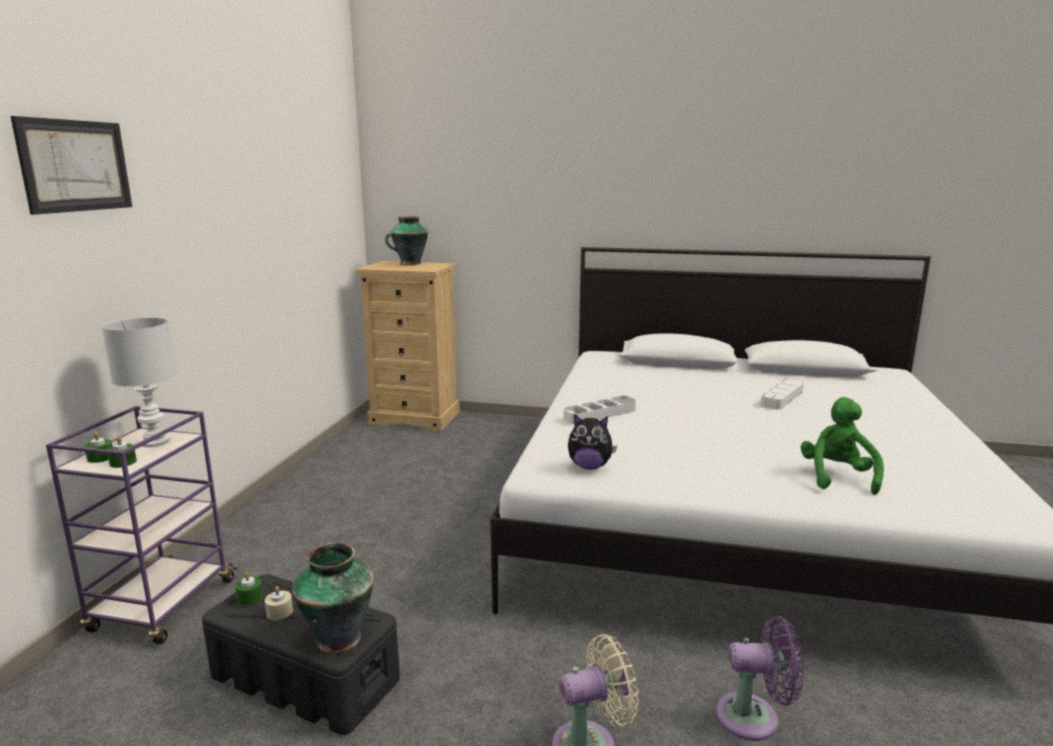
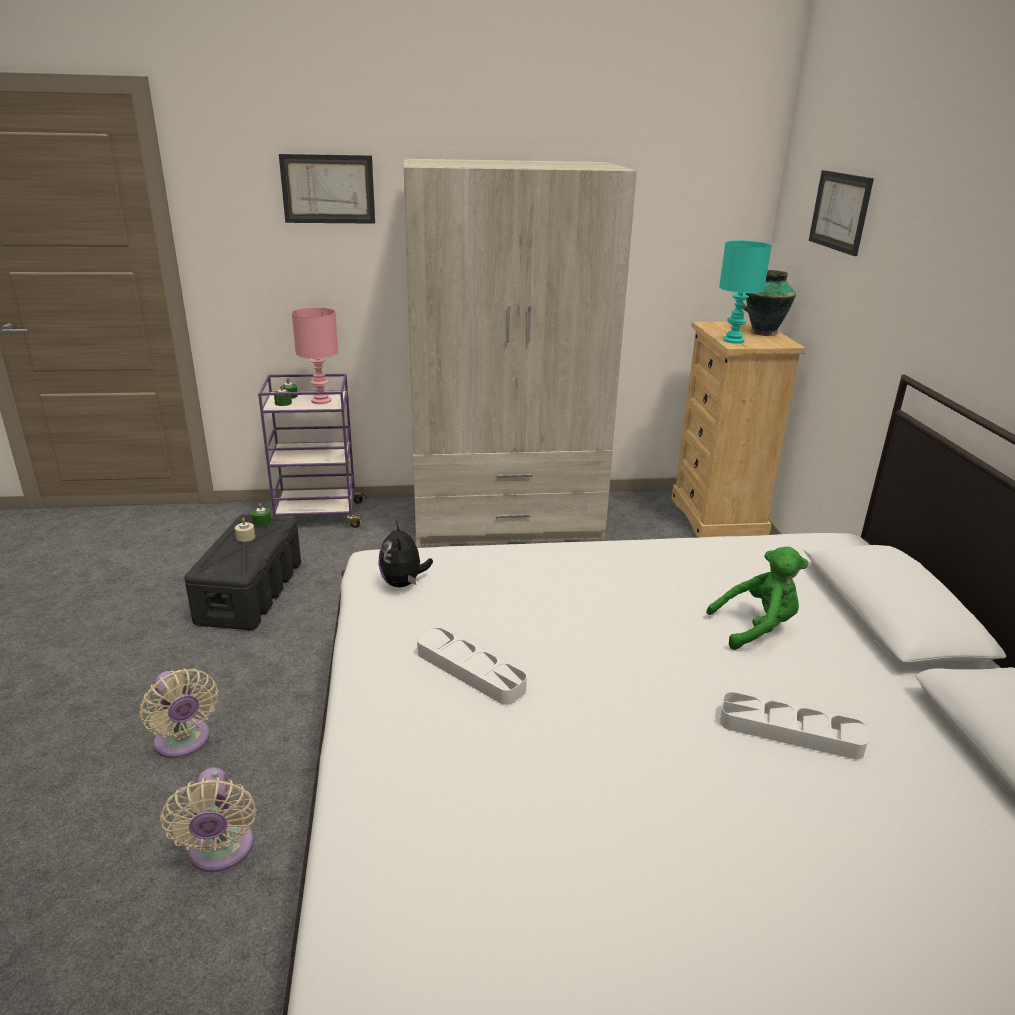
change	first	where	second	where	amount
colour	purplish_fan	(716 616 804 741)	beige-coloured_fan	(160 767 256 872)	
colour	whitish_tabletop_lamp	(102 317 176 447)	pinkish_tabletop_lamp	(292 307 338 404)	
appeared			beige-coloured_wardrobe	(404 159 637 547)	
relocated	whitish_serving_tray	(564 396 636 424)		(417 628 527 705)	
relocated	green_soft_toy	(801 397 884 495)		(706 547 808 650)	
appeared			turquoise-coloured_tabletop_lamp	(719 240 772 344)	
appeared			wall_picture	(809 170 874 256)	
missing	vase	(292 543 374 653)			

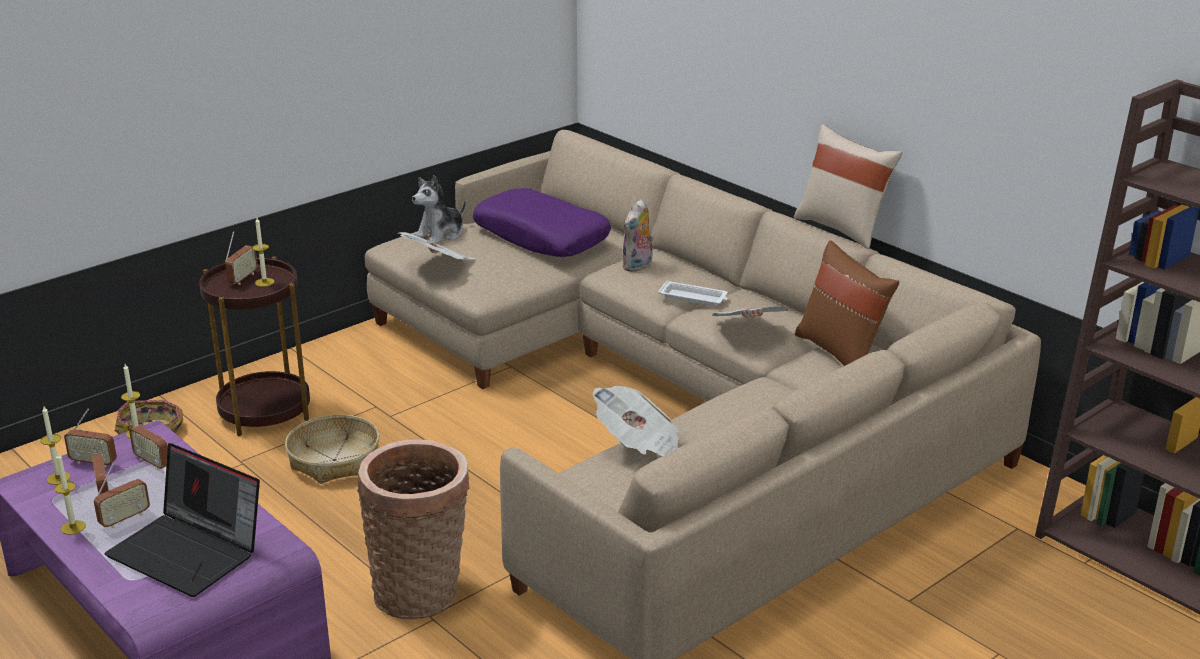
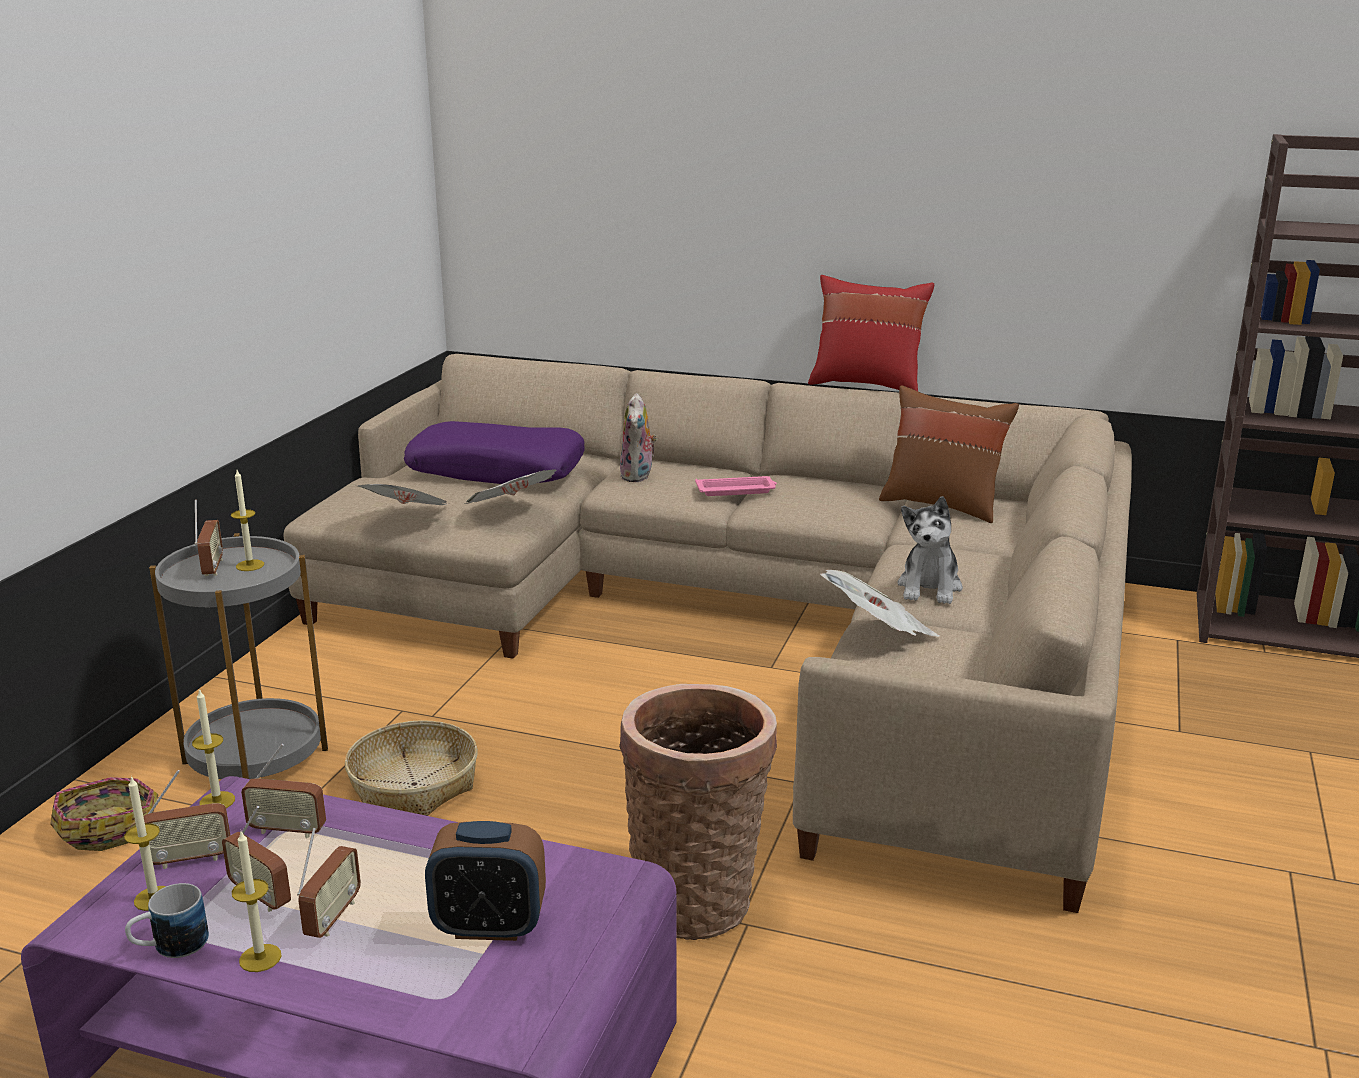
change	first	where	second	where	amount
appeared			tea_mug	(125 883 209 958)	
colour	brownish_accent_table	(199 256 310 436)	grey_accent_table	(149 533 328 779)	
exchanged	laptop	(105 443 260 597)	table_clock	(425 821 546 941)	
relocated	newspaper	(712 307 788 320)		(465 469 557 504)	
colour	whitish_serving_tray	(658 280 728 306)	pinkish_serving_tray	(695 476 777 496)	
colour	beige-coloured_pillow	(794 124 902 249)	red_pillow	(808 275 934 391)	
relocated	soft_toy	(412 175 466 244)		(898 496 963 604)	

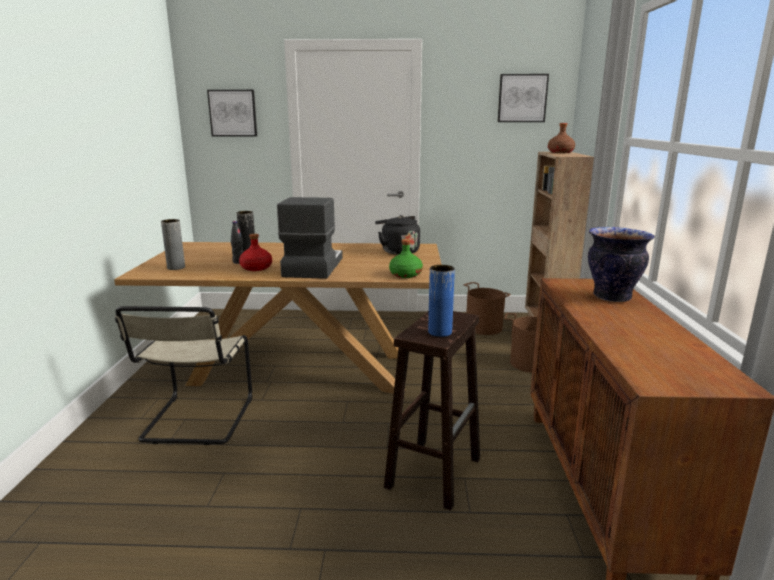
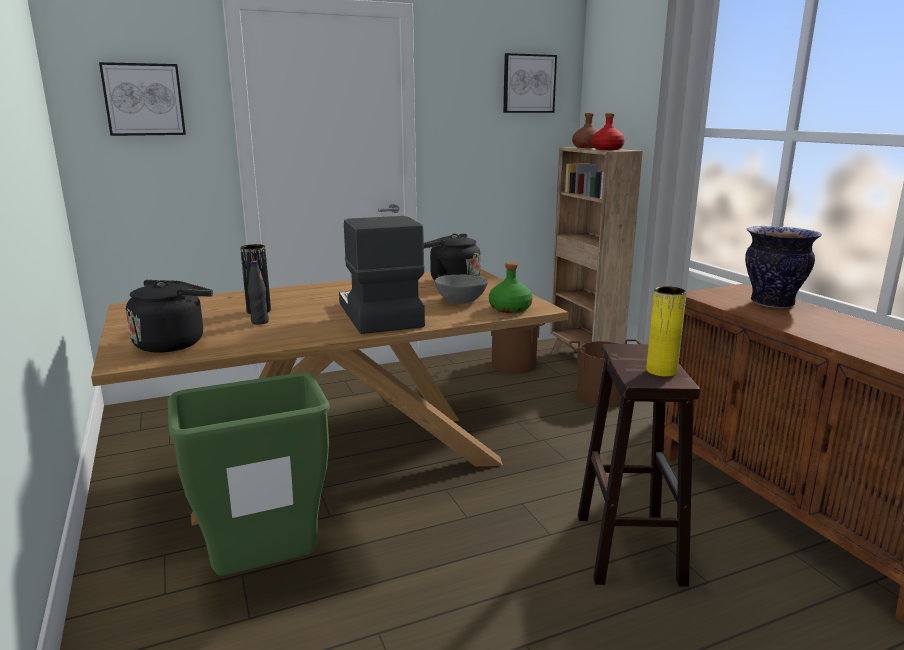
change	first	where	second	where	amount
exchanged	grey_vase	(161 219 185 270)	blackish_water_kettle	(126 280 213 353)	
exchanged	beige-coloured_plain_chair	(115 306 252 445)	green_trash_can	(168 373 330 576)	
appeared			grey_deep_dish	(435 275 488 304)	
relocated	red_beverage_bottle	(239 234 272 271)		(592 113 625 150)	
colour	blue_vase	(428 265 455 337)	yellow_vase	(646 286 687 377)	

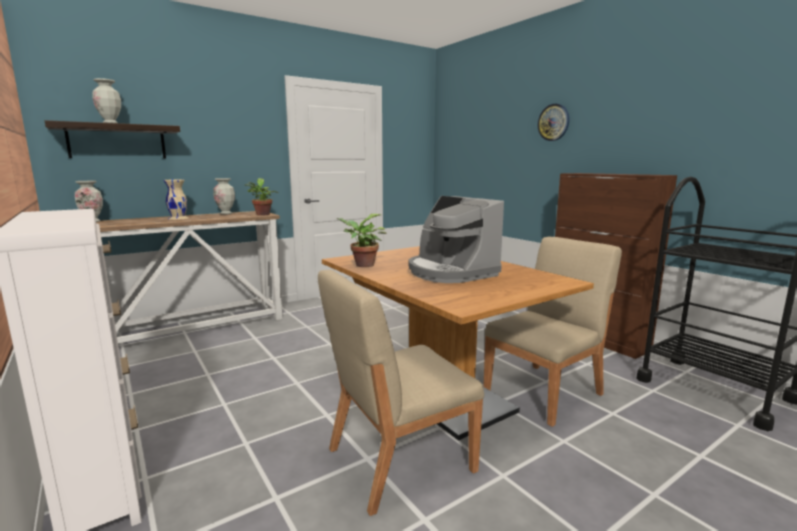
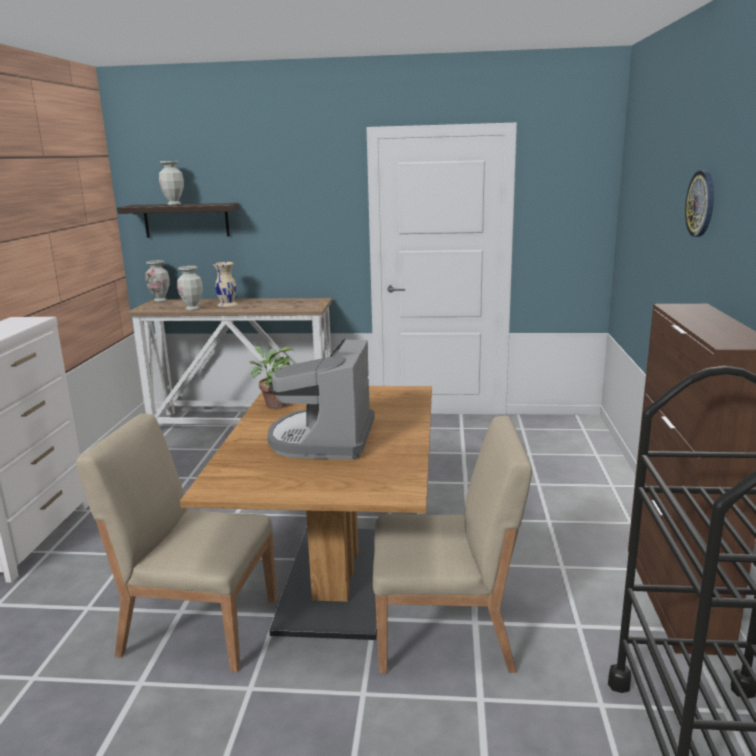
change	first	where	second	where	amount
relocated	vase	(213 178 235 215)		(177 266 203 311)	
missing	potted_plant	(244 178 278 215)			

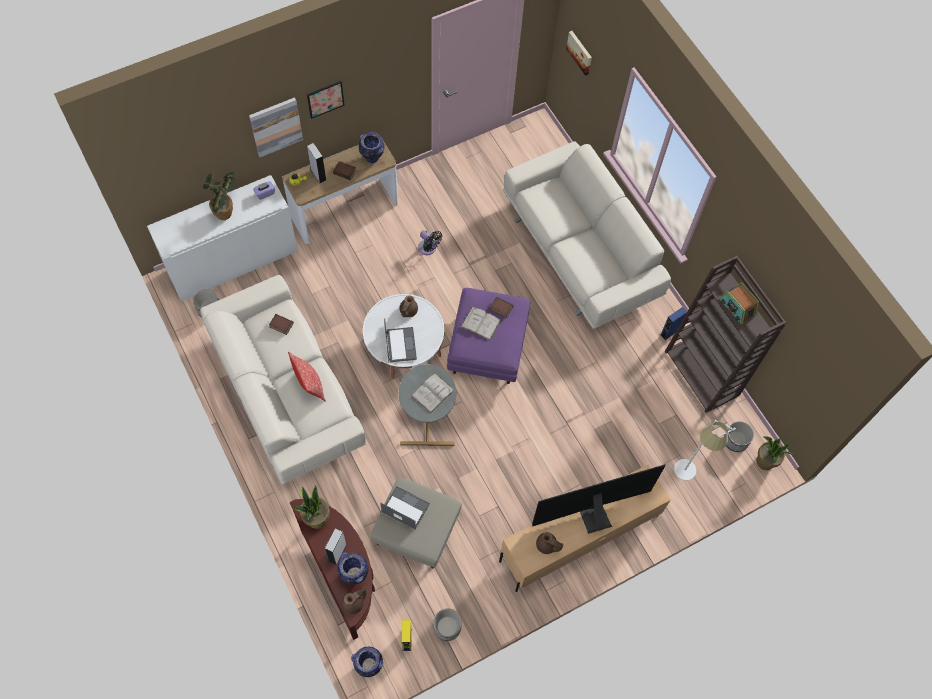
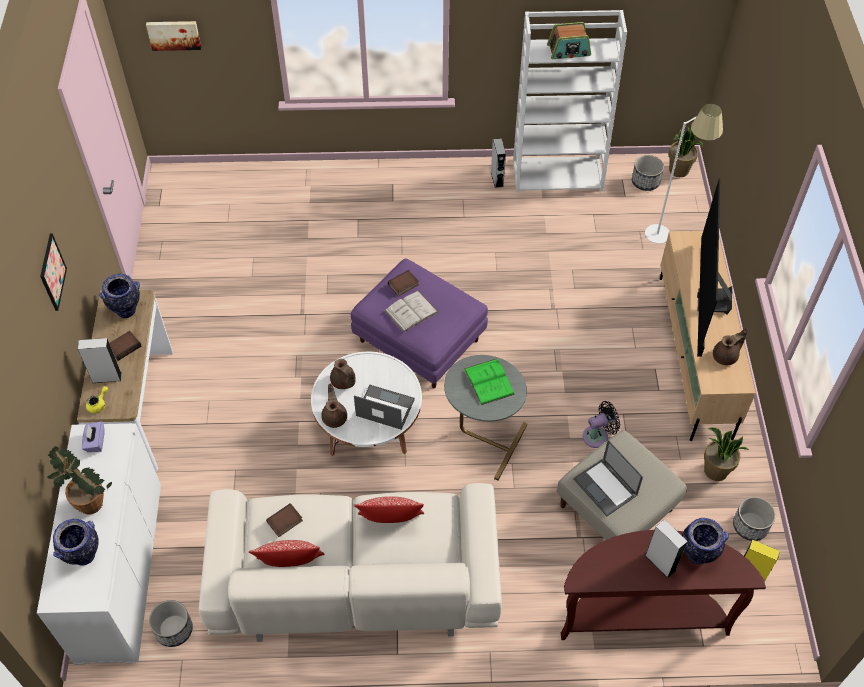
change	first	where	second	where	amount
relocated	vase	(351 647 383 677)		(53 519 99 566)	
appeared			pillow	(248 540 325 567)	
relocated	brownish_teapot	(341 587 367 614)		(321 383 347 428)	
colour	whitish_volume	(411 373 454 413)	green_volume	(464 358 515 405)	
colour	blue_loudspeaker	(661 307 687 340)	grey_loudspeaker	(491 138 506 188)	
colour	brownish_bookshelf	(665 256 786 413)	whitish_bookshelf	(513 10 627 193)	
spun	laptop	(380 486 430 530)		(573 440 643 516)	90 degrees counterclockwise
relocated	blackish_fan	(418 230 442 255)		(583 401 620 448)	
relocated	potted_plant	(293 485 330 529)		(704 427 749 481)	
missing	wall_picture	(249 97 303 157)			
missing	beige-coloured_settee	(503 141 671 329)			

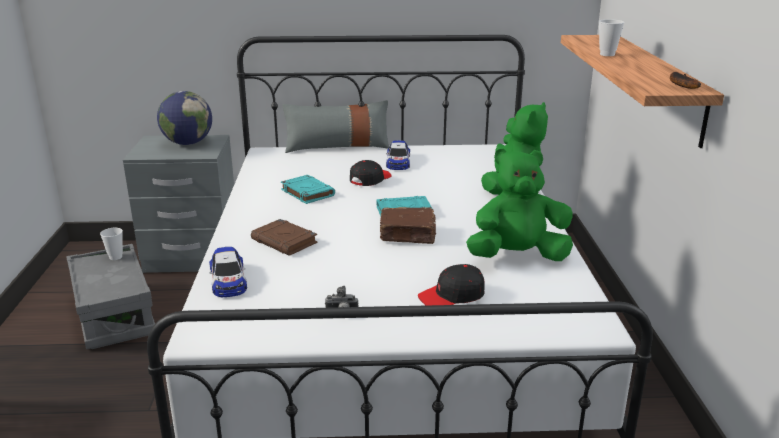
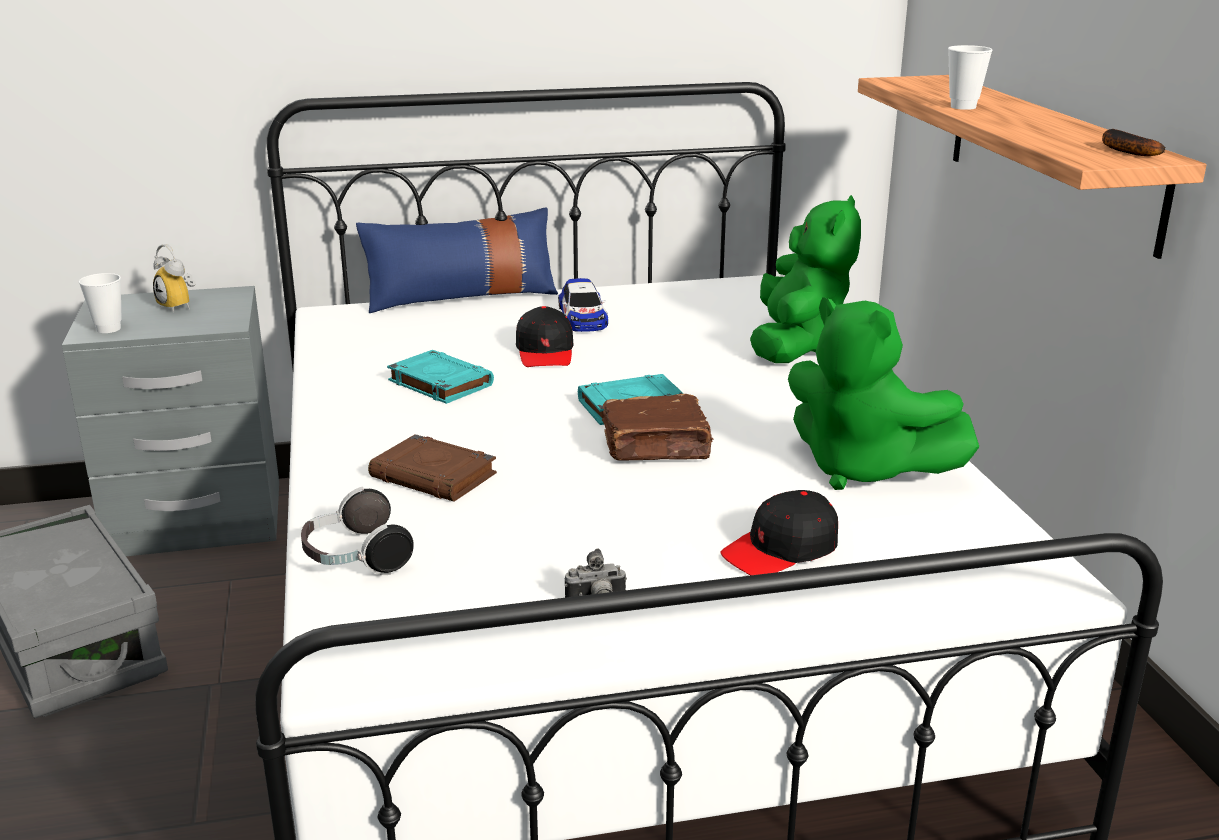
change	first	where	second	where	amount
relocated	small_cup	(100 228 123 260)		(79 273 121 333)	
exchanged	world_globe	(157 91 212 145)	table_clock	(153 244 196 312)	
exchanged	miniature_car	(209 247 247 297)	headset	(301 487 414 575)	
colour	grey_pillow	(282 100 389 153)	blue_pillow	(356 207 558 313)	
spun	blackish_peaked_cap	(350 160 391 186)		(516 306 574 367)	150 degrees clockwise
spun	green_soft_toy	(466 148 573 261)		(788 297 979 490)	120 degrees counterclockwise

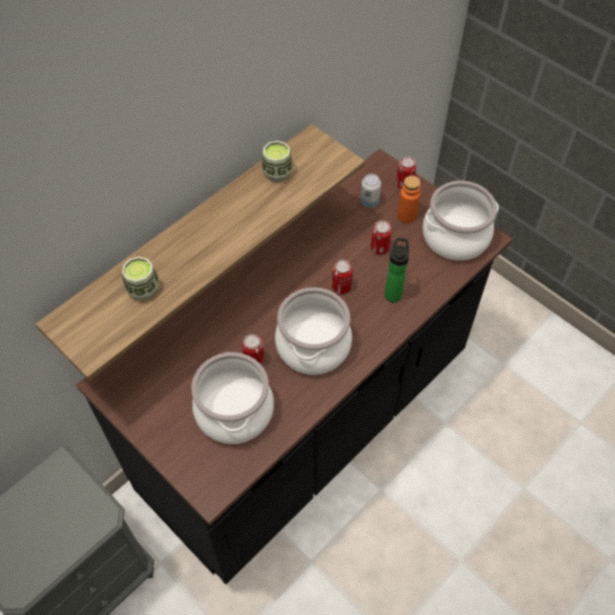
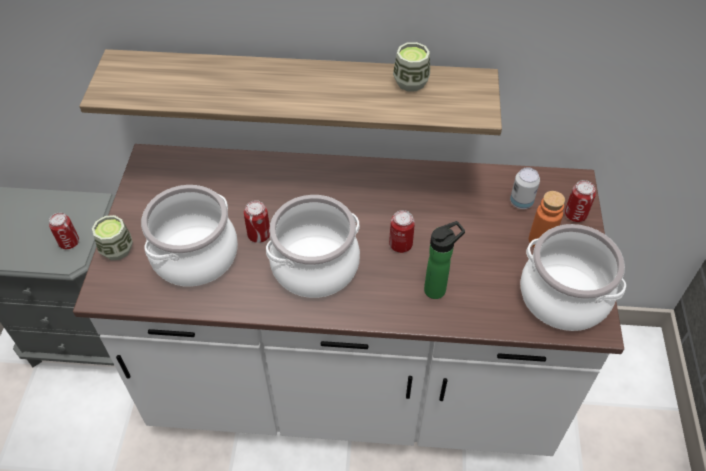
change	first	where	second	where	amount
relocated	can	(371 221 392 255)		(49 213 79 249)	
colour	blackish_kitchen_counter	(76 149 512 584)	whitish_kitchen_counter	(73 144 624 456)	
relocated	small_cup	(122 256 159 301)		(92 215 133 260)	

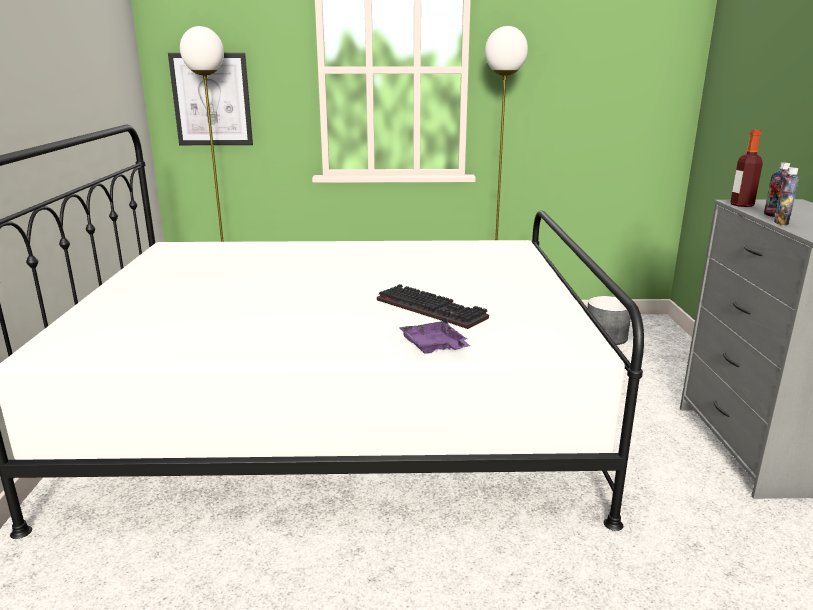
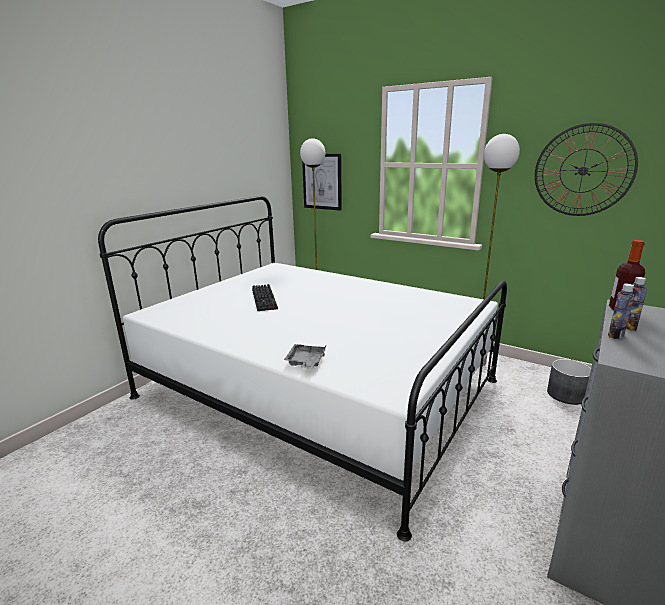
change	first	where	second	where	amount
relocated	PC_keyboard	(377 284 489 329)		(252 284 278 311)	
colour	purplish_serving_tray	(399 317 470 354)	grey_serving_tray	(284 344 326 368)	
appeared			clock_on_the_wall	(535 123 638 216)	

